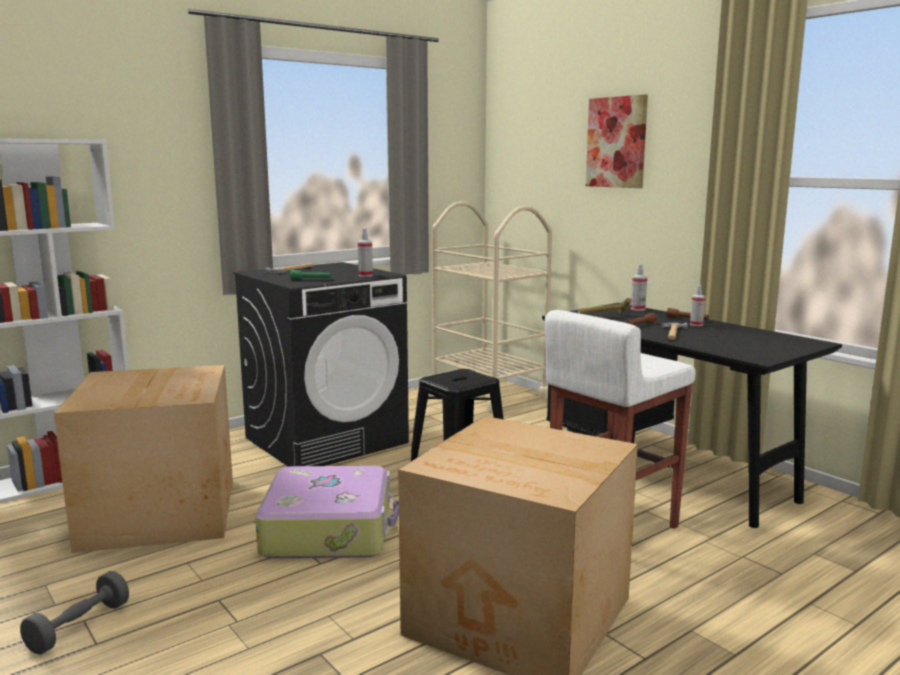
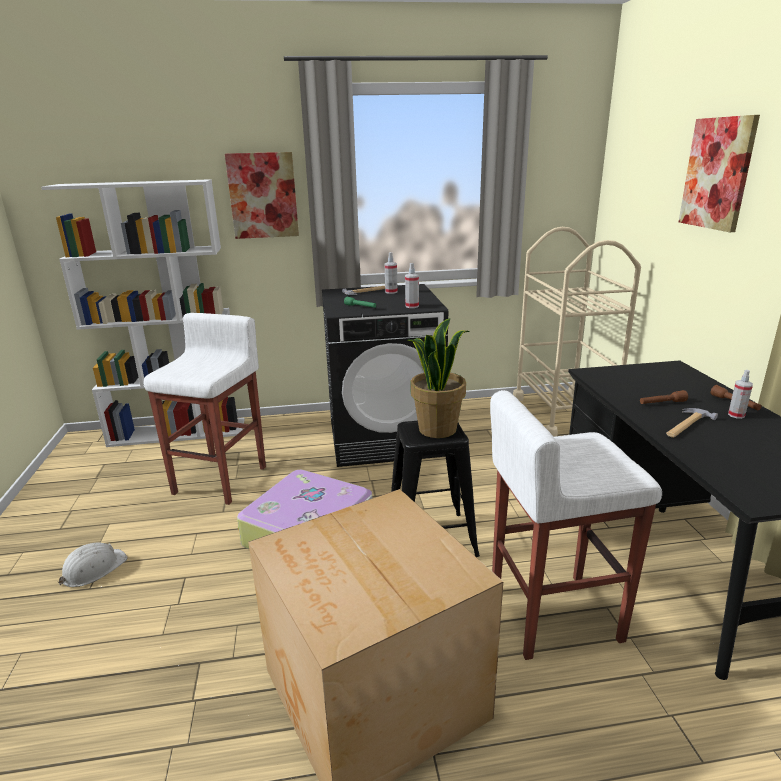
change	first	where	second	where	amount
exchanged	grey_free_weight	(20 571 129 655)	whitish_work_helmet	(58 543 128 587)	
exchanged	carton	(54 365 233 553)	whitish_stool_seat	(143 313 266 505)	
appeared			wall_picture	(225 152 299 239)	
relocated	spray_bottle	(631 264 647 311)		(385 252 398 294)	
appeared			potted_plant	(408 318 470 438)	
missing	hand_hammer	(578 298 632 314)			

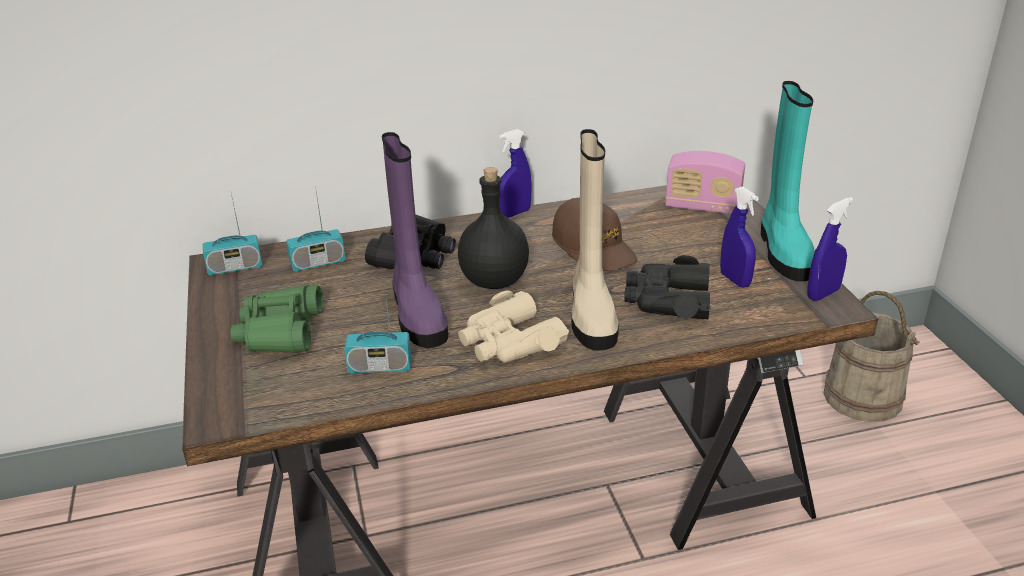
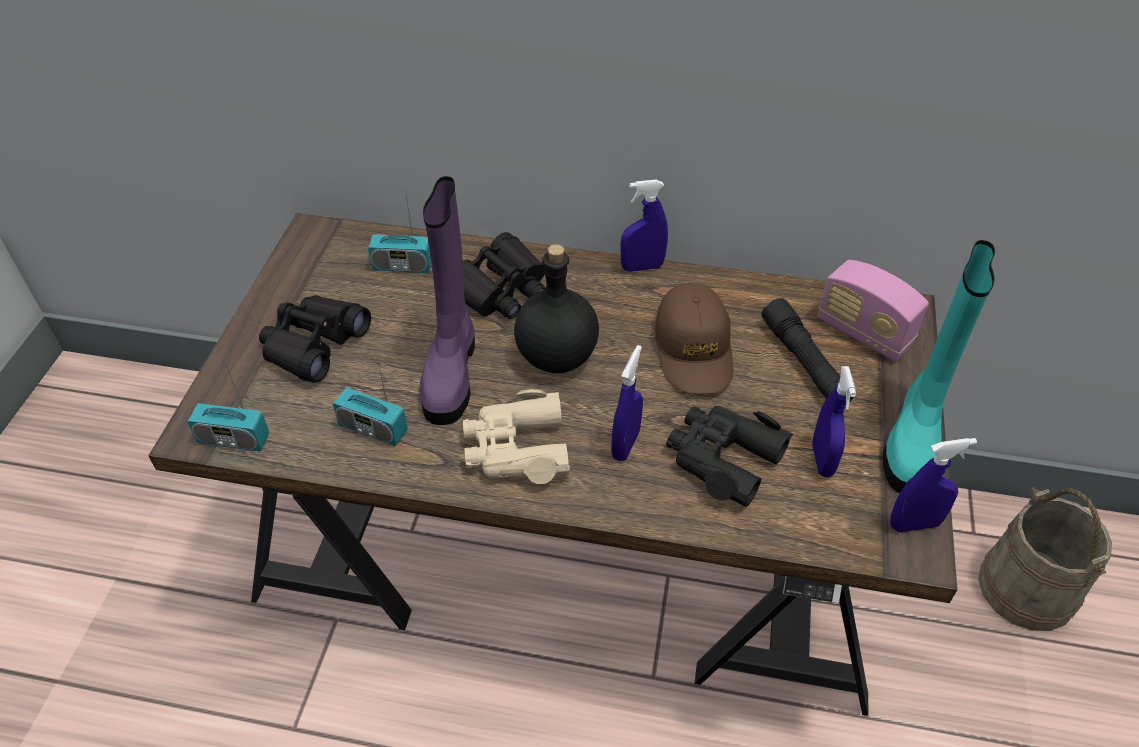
change	first	where	second	where	amount
relocated	radio_set	(203 194 262 275)		(187 363 269 451)	
colour	green_pair_of_binoculars	(231 285 324 353)	blackish_pair_of_binoculars	(259 295 371 383)	
exchanged	beige-coloured_tall_boot	(571 129 619 351)	blue_spray_bottle	(611 345 643 461)	
appeared			blackish_flashlight	(762 298 853 403)	

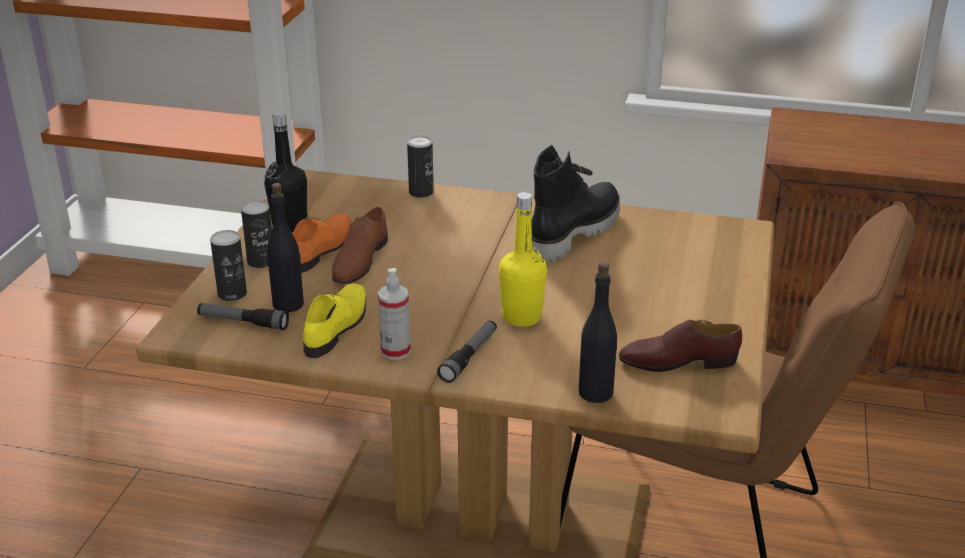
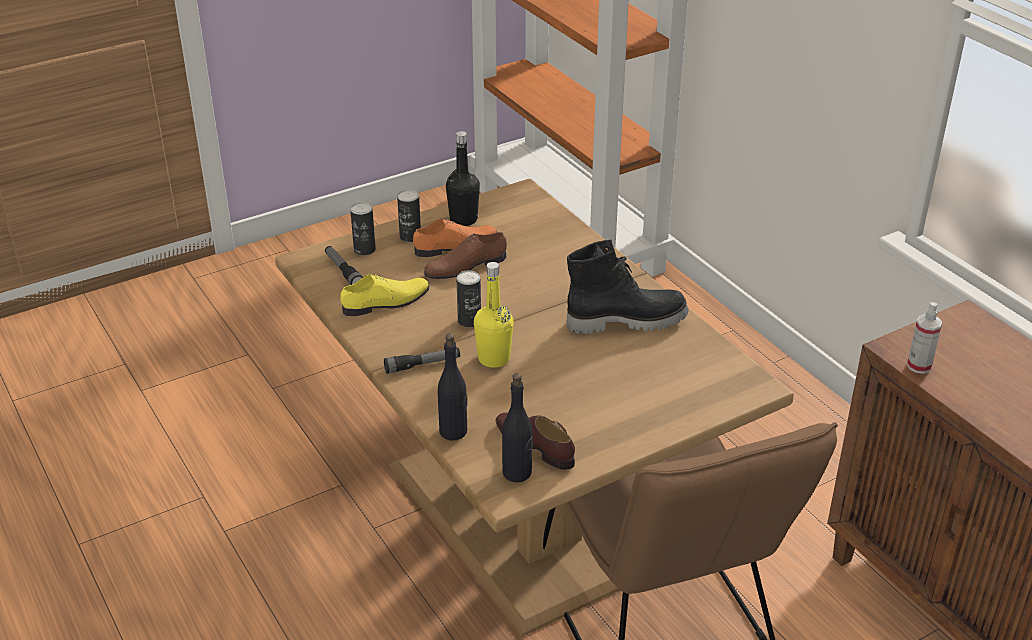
change	first	where	second	where	amount
relocated	can	(407 136 434 198)		(456 270 481 327)	
relocated	blackish_beverage_bottle	(267 183 304 312)		(502 373 533 482)	
relocated	spray_bottle	(378 268 411 360)		(907 302 943 374)	

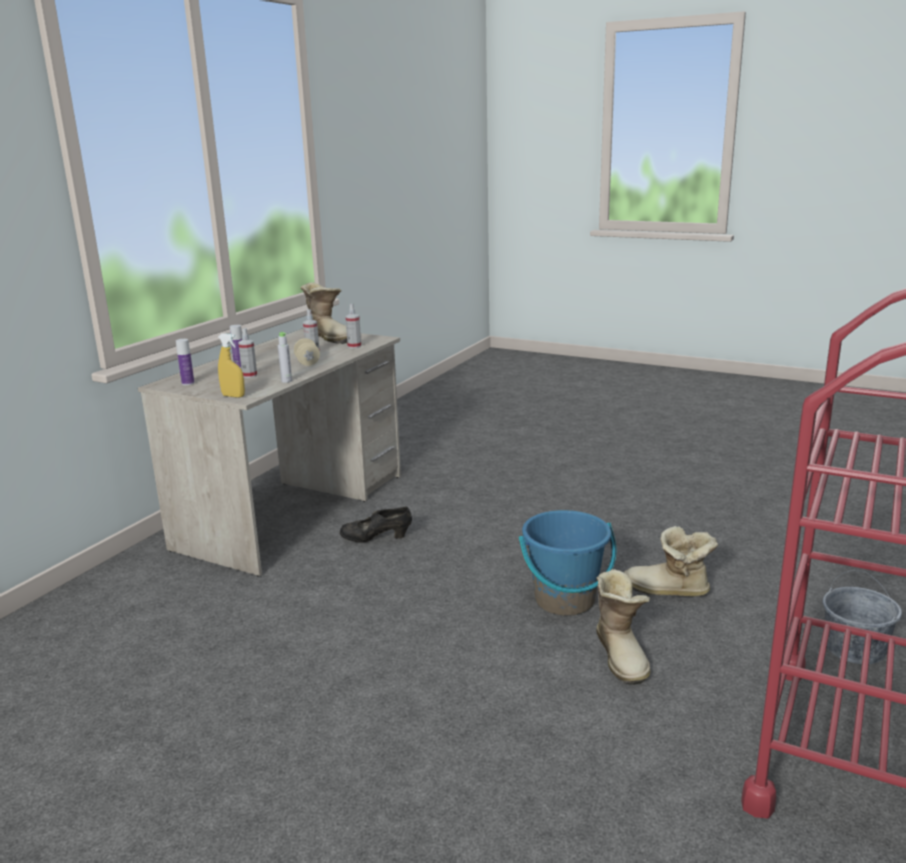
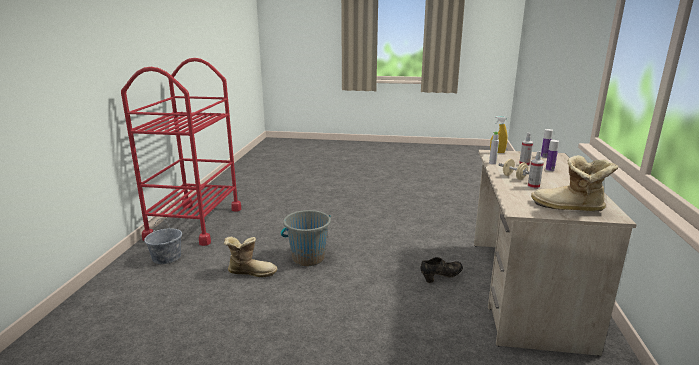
change	first	where	second	where	amount
colour	blue_bucket	(519 510 617 616)	grey_bucket	(281 210 331 266)	
missing	spray_bottle	(345 304 361 349)			
missing	tall_boot	(596 569 651 685)			

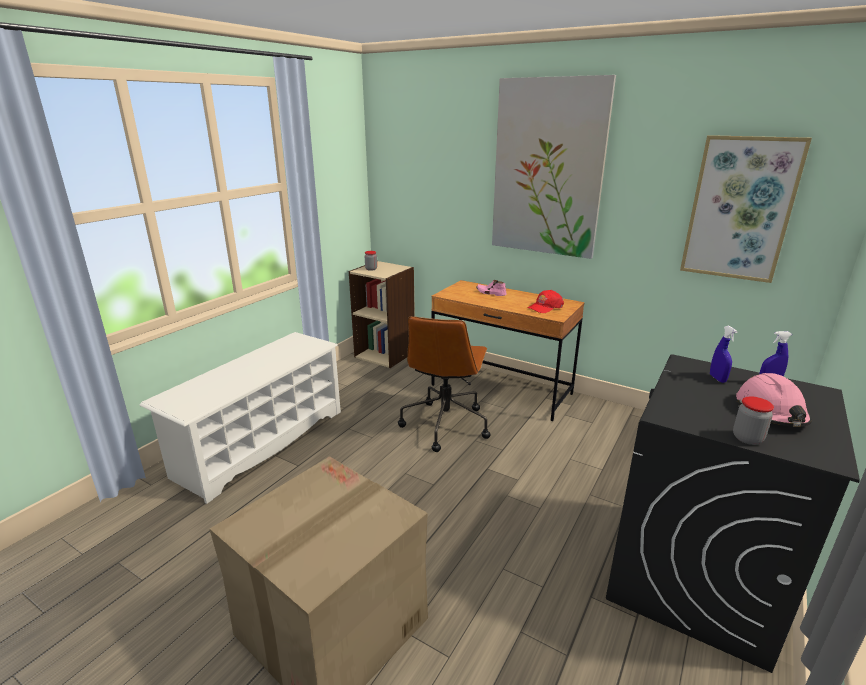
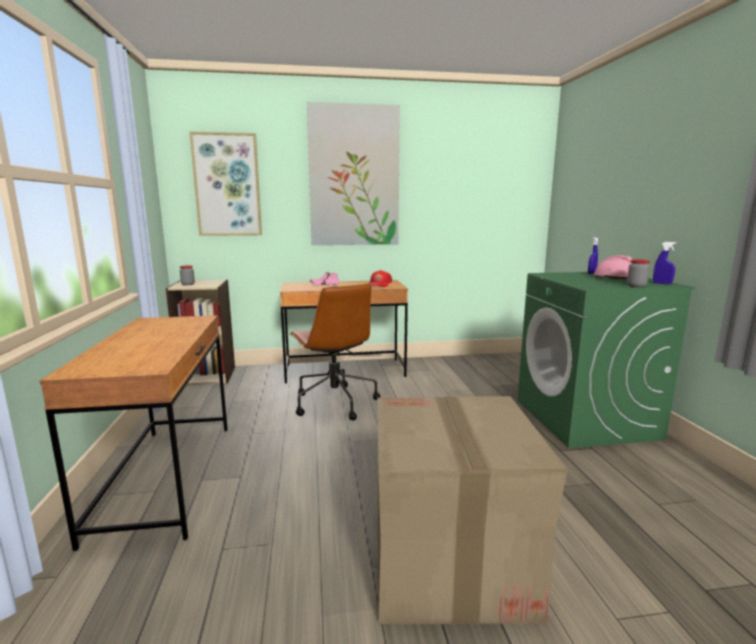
change	first	where	second	where	amount
exchanged	whitish_shoe_shelf	(139 332 341 504)	brownish_desk	(40 315 228 551)	
relocated	wall_picture	(680 135 812 283)		(189 131 262 236)	
colour	blackish_laundry_appliance	(606 354 860 673)	green_laundry_appliance	(517 272 696 448)	
relocated	blue_spray_bottle	(710 326 738 383)		(653 242 677 284)	

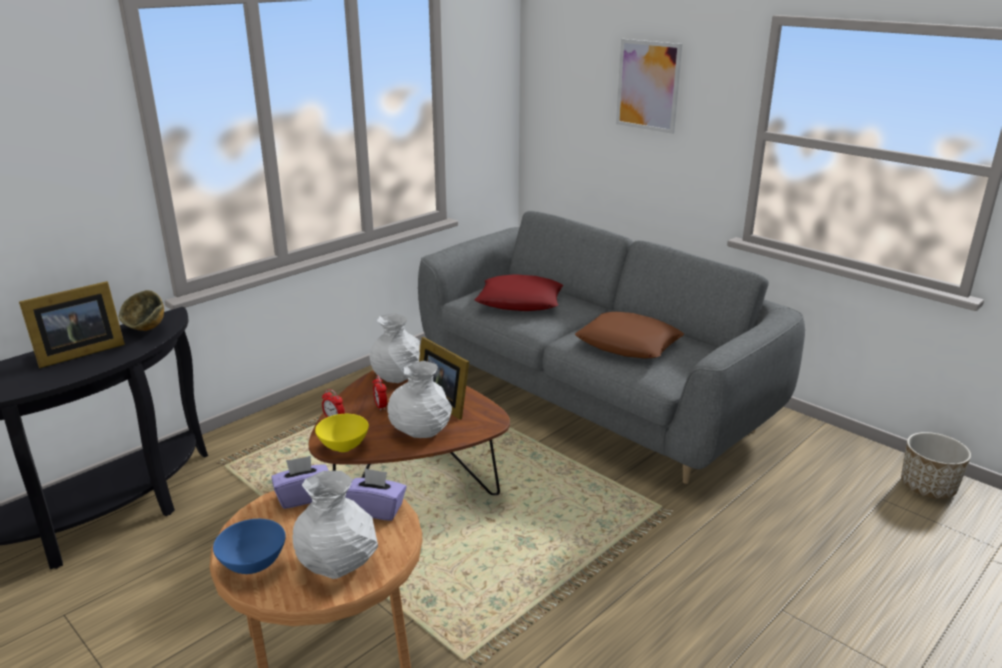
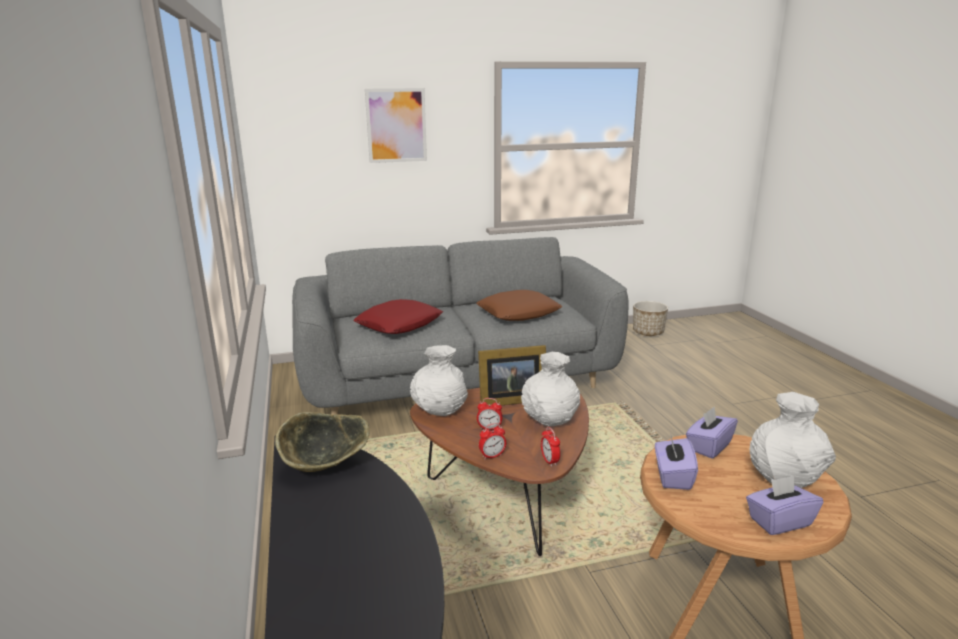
change	first	where	second	where	amount
exchanged	yellow_deep_dish	(315 414 369 452)	table_clock	(541 427 560 467)	
exchanged	blue_deep_dish	(213 519 286 574)	purplish_box_of_tissues	(746 476 823 535)	
missing	picture_frame	(19 281 125 368)			

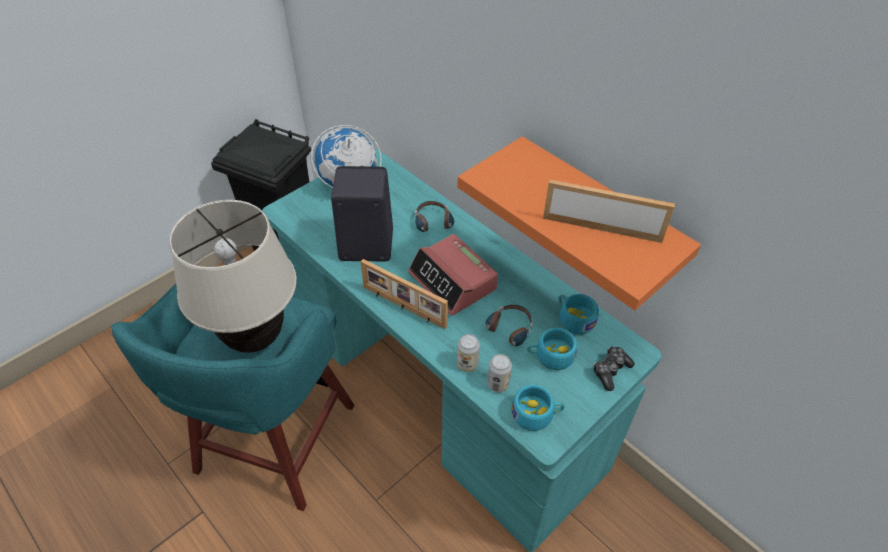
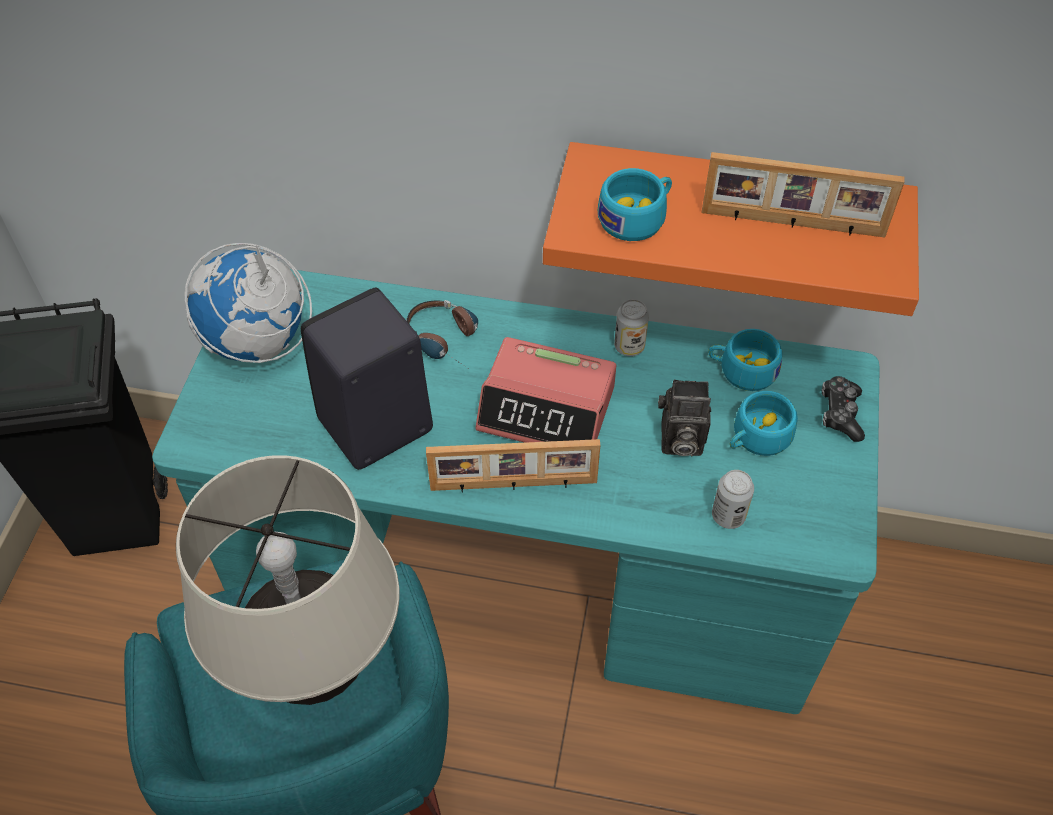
change	first	where	second	where	amount
relocated	turquoise-coloured_small_cup	(511 385 565 431)		(598 168 672 241)	
relocated	can	(457 334 480 372)		(614 299 649 356)	
exchanged	headset	(478 305 533 346)	still_camera	(658 380 711 456)	
spun	picture_frame	(543 180 675 243)		(701 152 905 237)	150 degrees counterclockwise

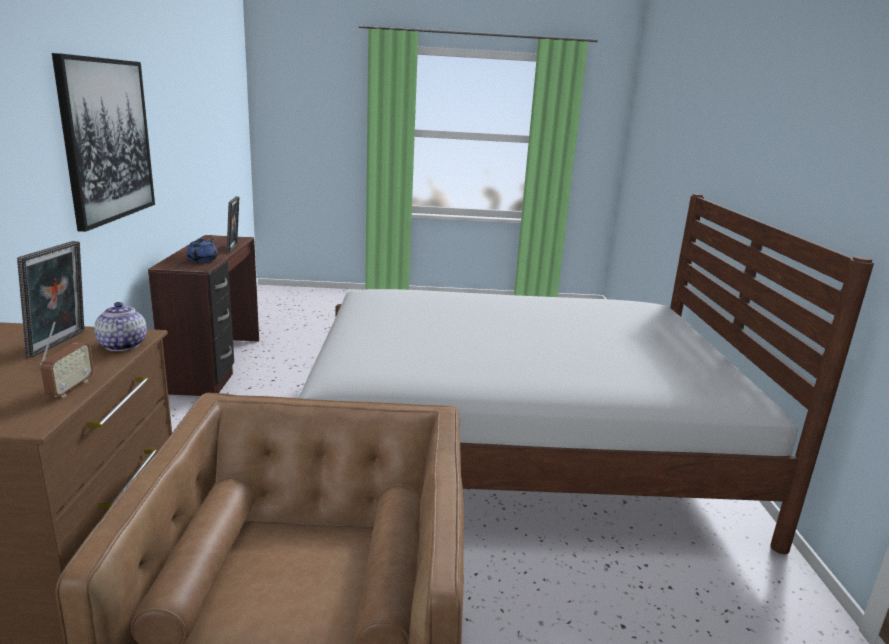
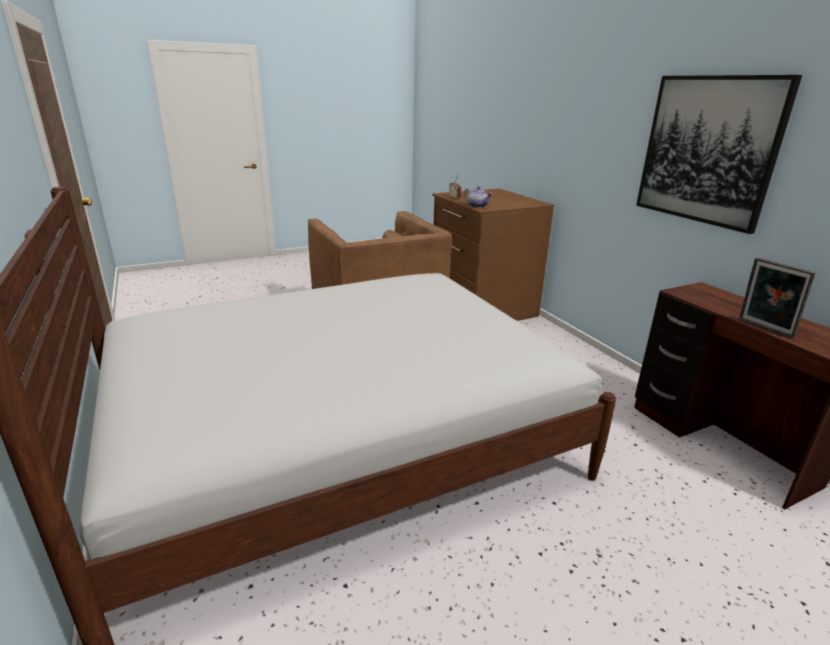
change	first	where	second	where	amount
missing	picture_frame	(17 241 84 357)			
missing	blue_teapot	(187 238 218 263)			

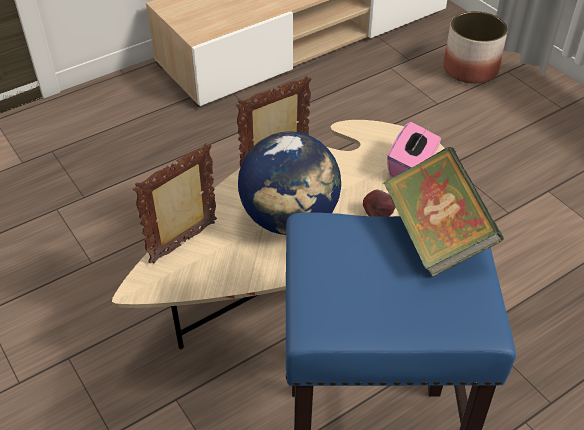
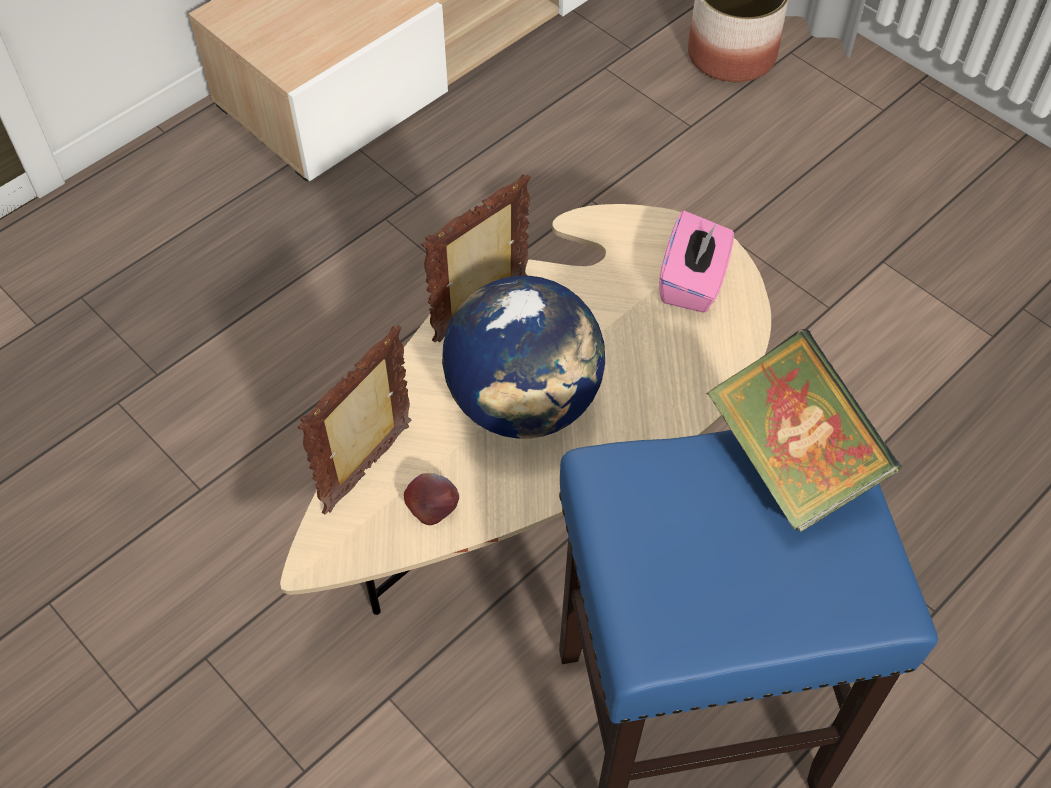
change	first	where	second	where	amount
relocated	whole_apple	(363 190 395 216)		(404 473 459 525)	

